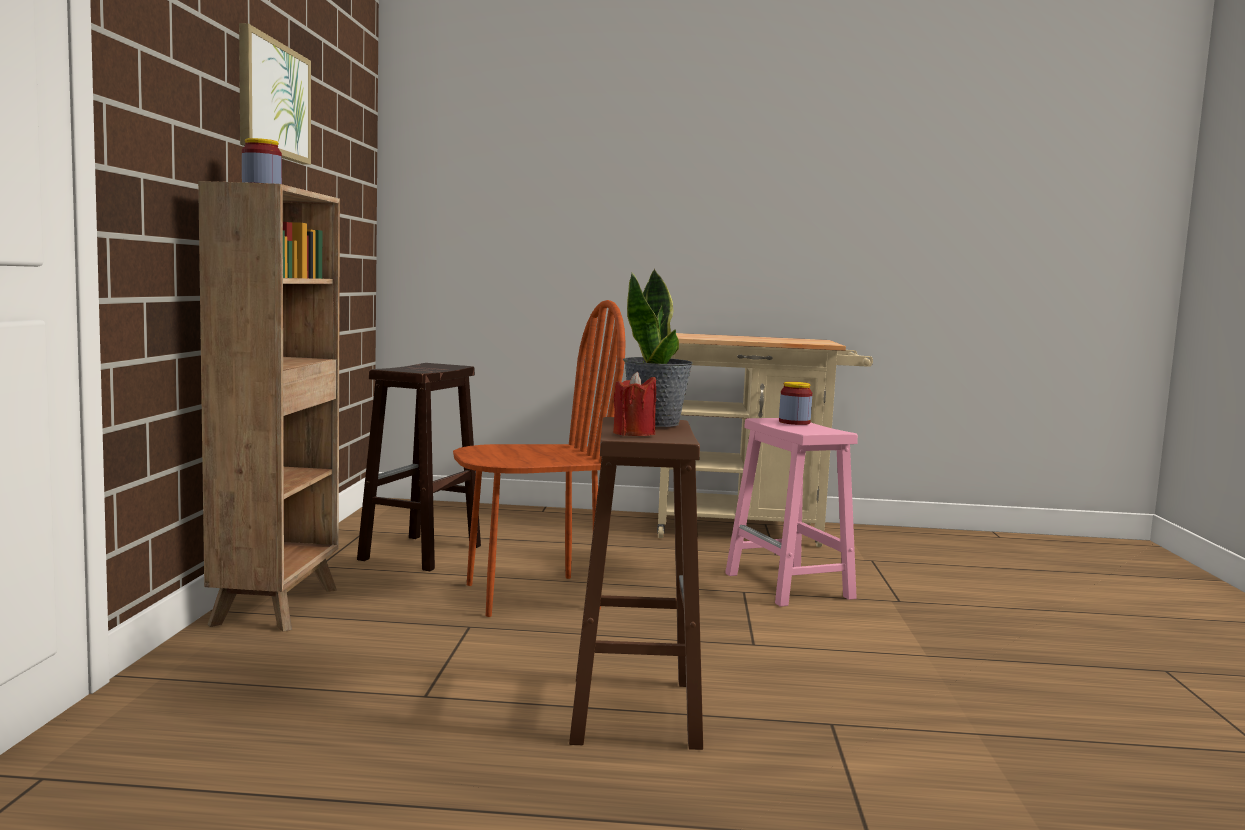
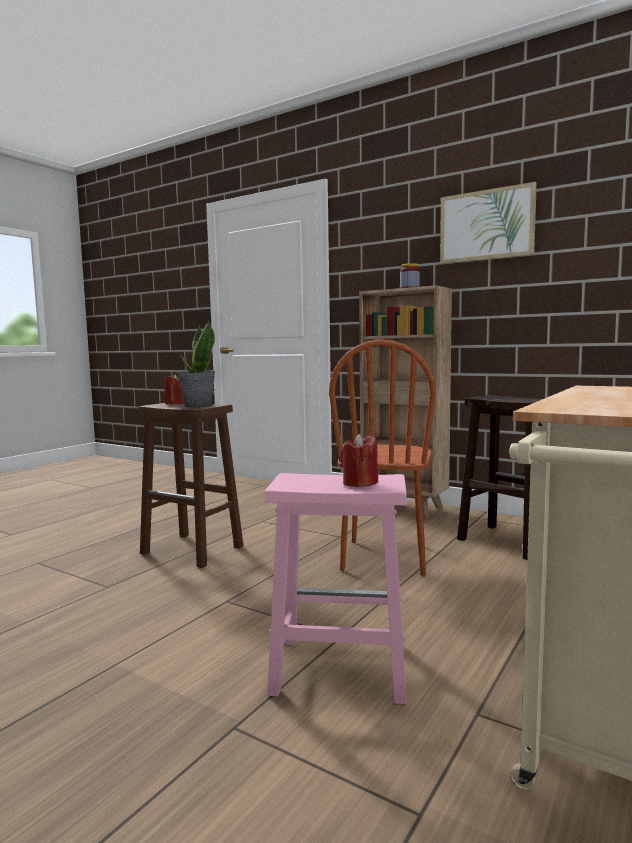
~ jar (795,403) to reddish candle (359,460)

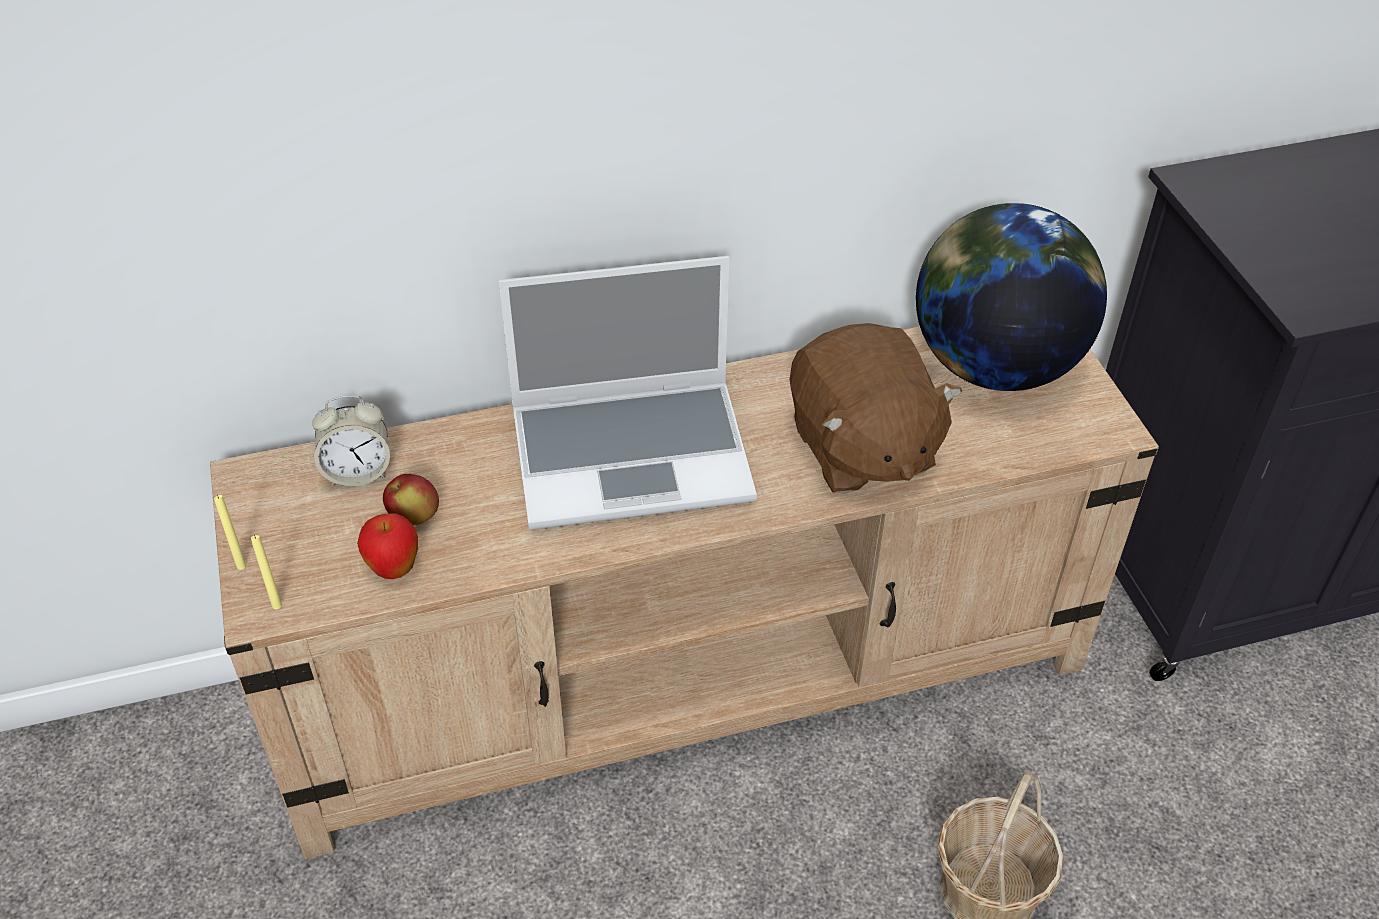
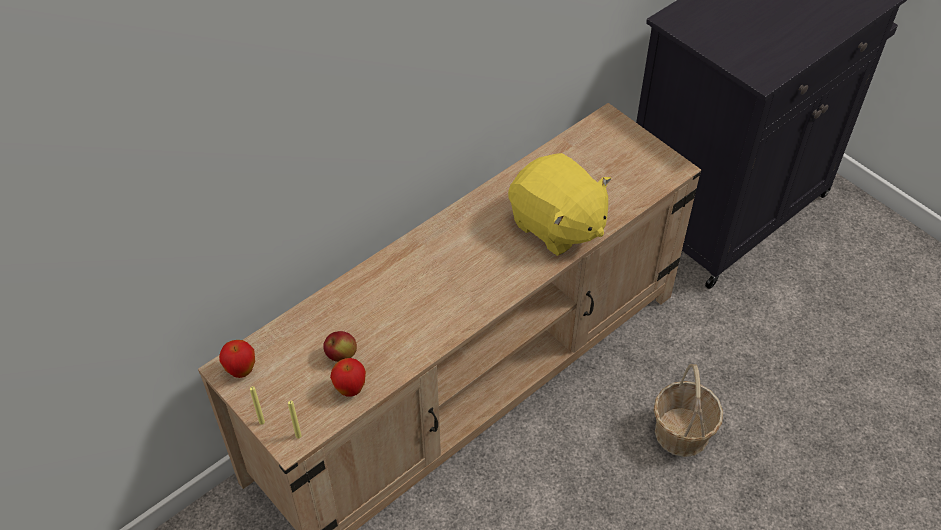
- table clock (351,440)
- laptop (628,393)
- globe (1011,297)
+ apple fruit (237,359)
~ brown plush toy (876,408) to yellow-coloured plush toy (559,204)

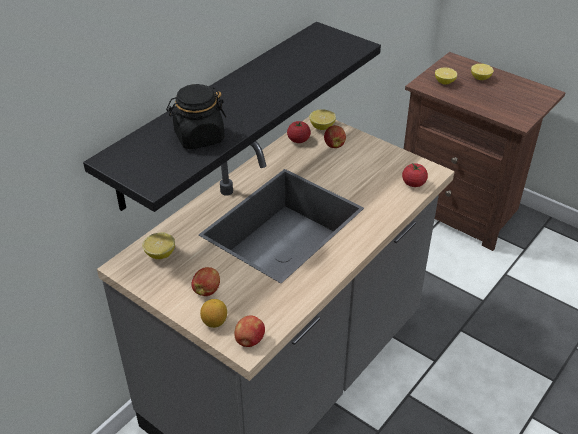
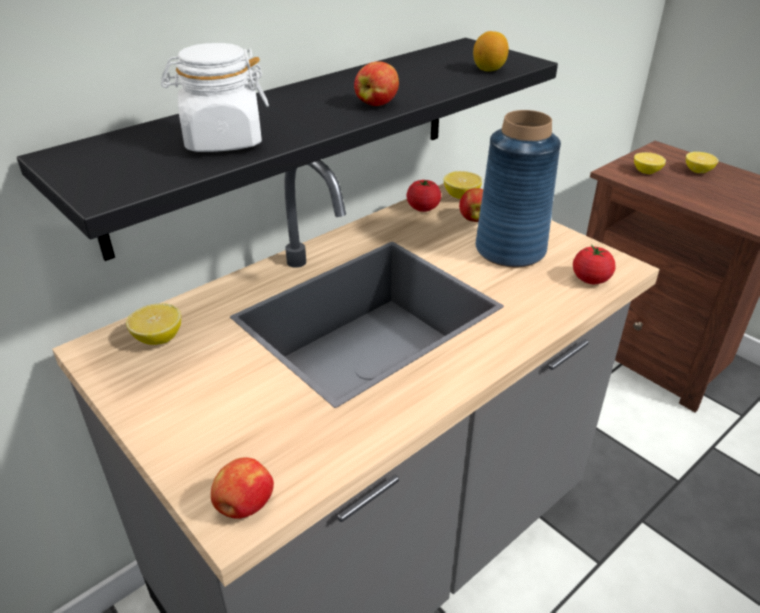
+ blue flower vase (518,188)
~ apple fruit (206,281) to (376,84)
~ citrus fruit (213,313) to (491,51)
~ black-coloured jar (196,116) to white jar (215,97)

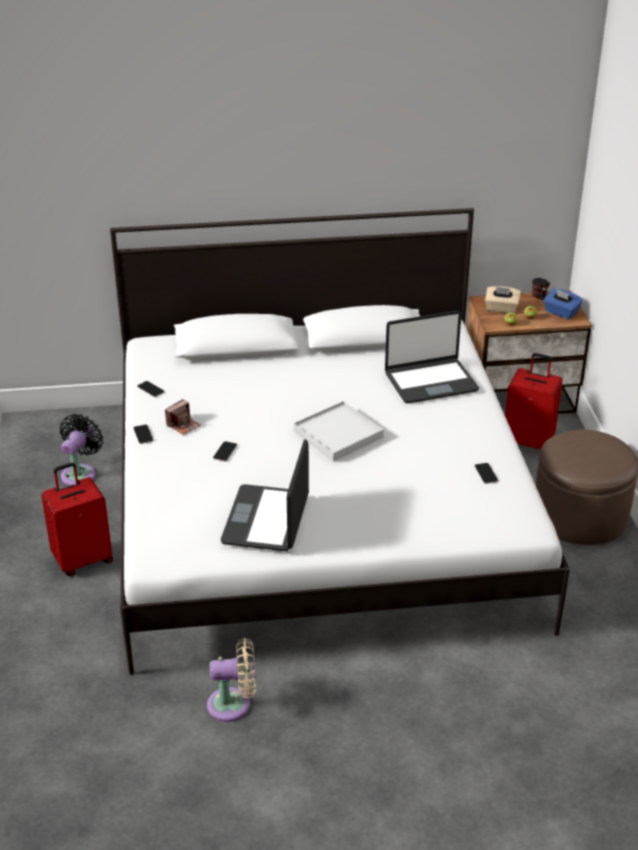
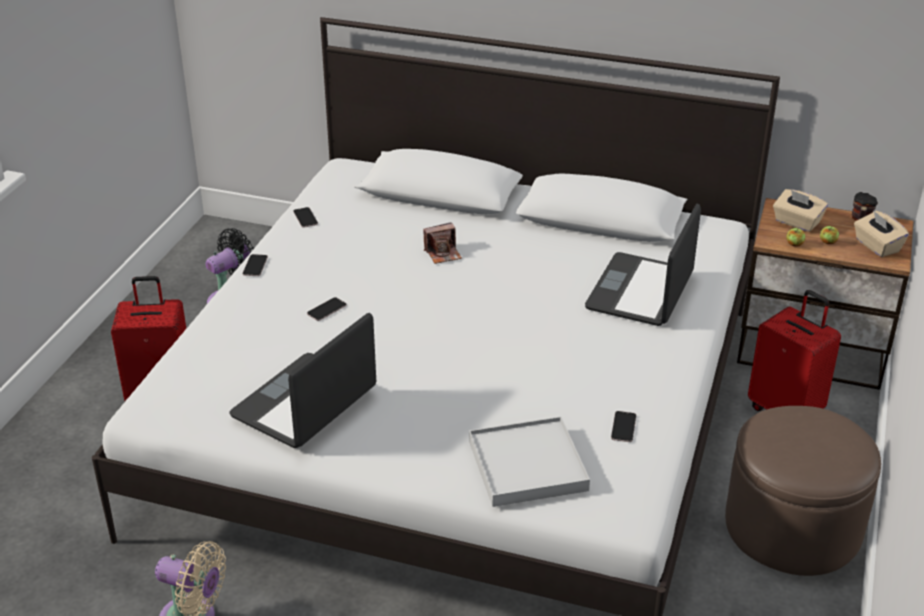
~ still camera (183,417) to (442,243)
~ white carrying tray (338,431) to (529,462)
~ blue tissue box (563,304) to sand-coloured tissue box (881,234)
~ laptop (432,357) = (643,264) 105 degrees clockwise

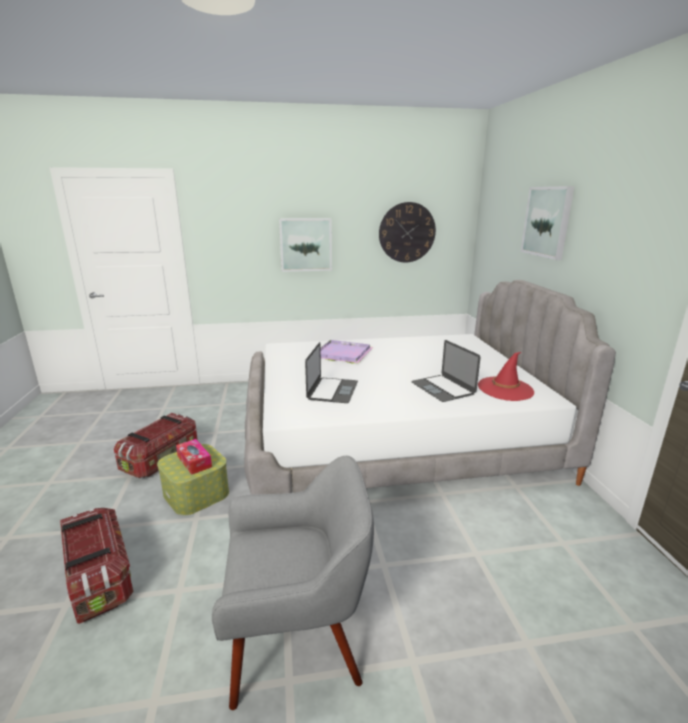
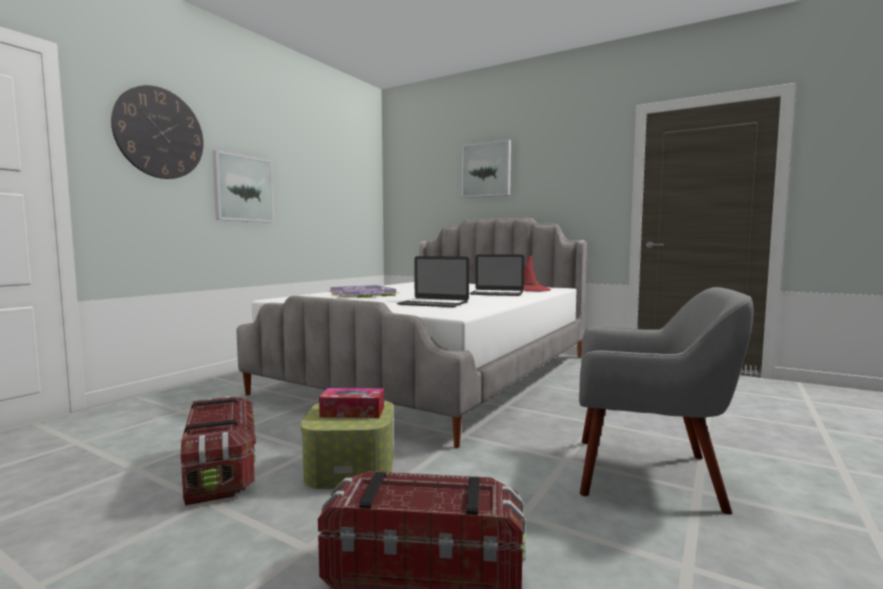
~ wall clock (407,232) to (157,132)
~ gray lounge chair (293,583) = (666,401) 75 degrees clockwise
~ laptop (331,372) = (433,281) 150 degrees clockwise

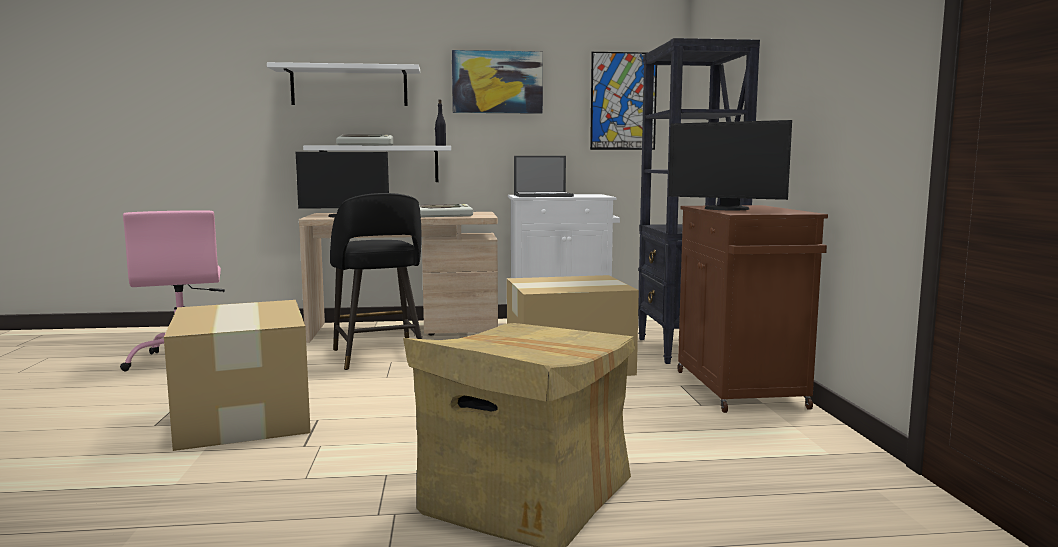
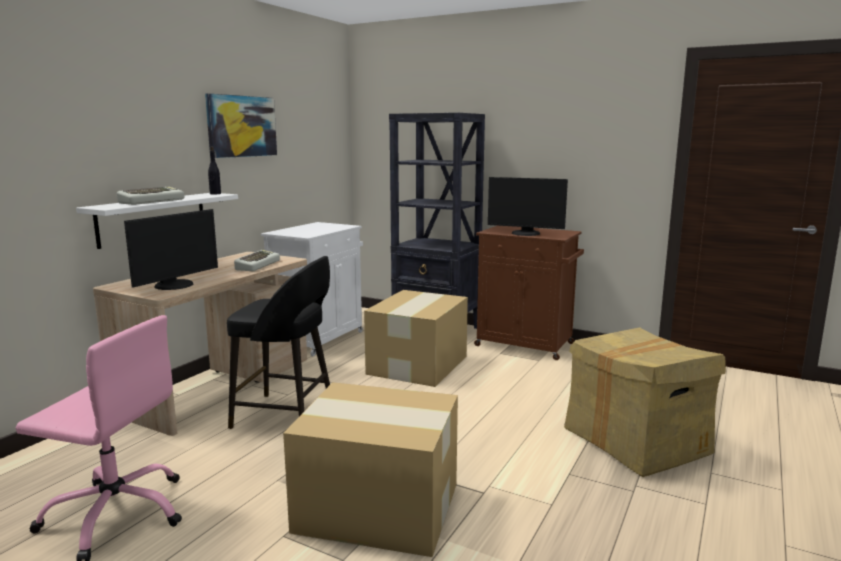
- white shelf (343,84)
- laptop (544,176)
- wall art (623,101)
~ computer screen (730,165) = (528,206) 45 degrees clockwise

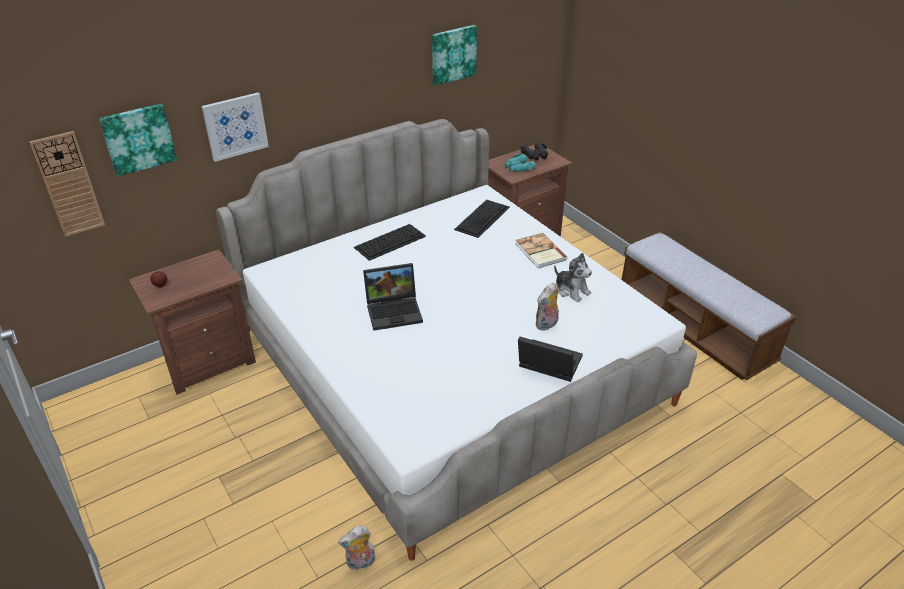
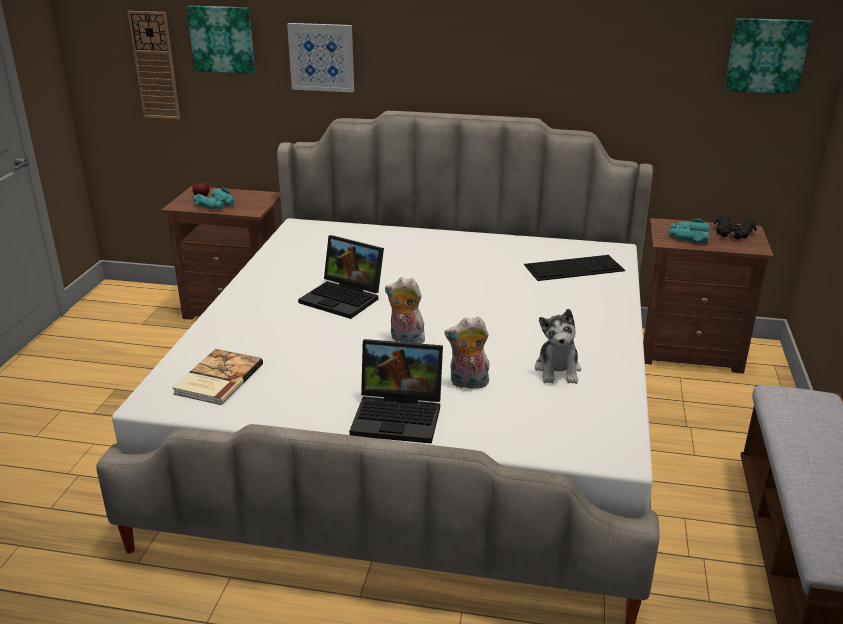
- PC keyboard (390,242)
+ turquoise binoculars (214,198)
~ plush toy (356,547) to (406,310)
~ wall art (454,55) to (768,56)
~ bound book (542,250) to (217,377)
~ laptop (550,359) = (396,391) 120 degrees clockwise

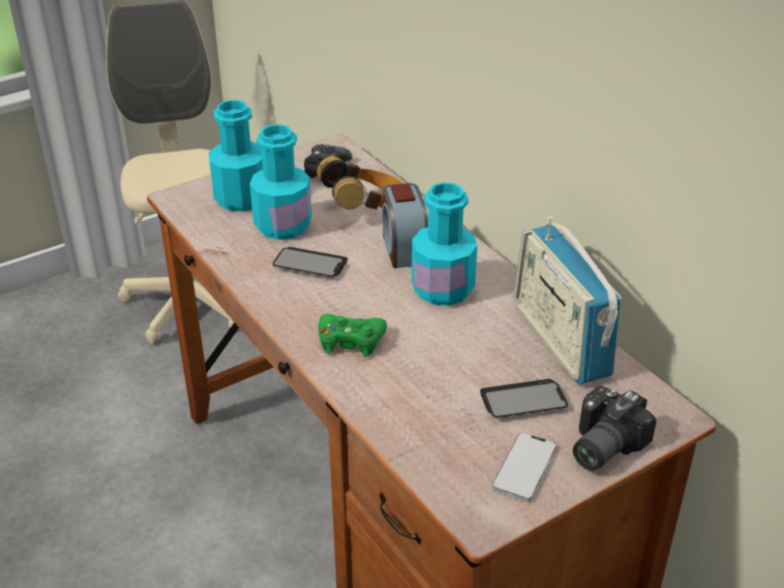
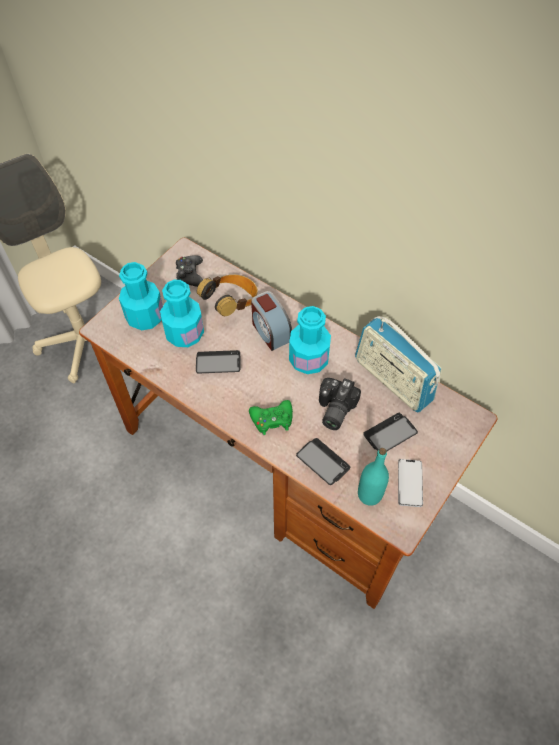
+ handset (323,461)
+ turquoise beverage bottle (373,477)
~ still camera (614,428) to (340,404)

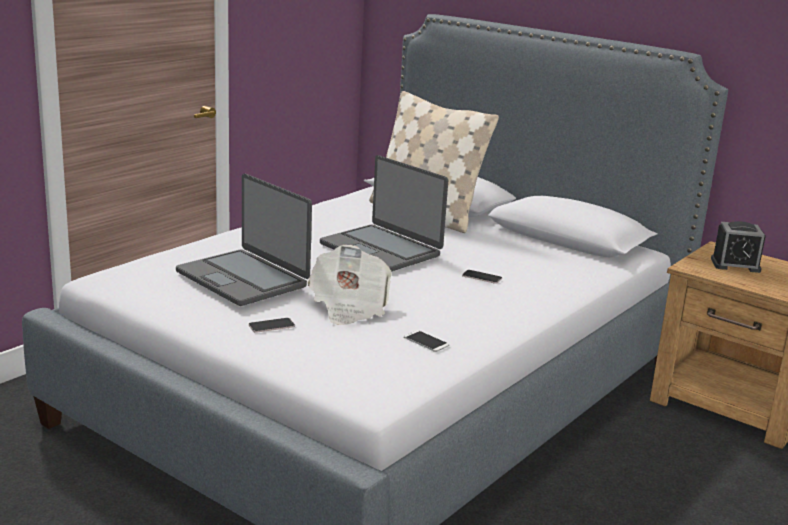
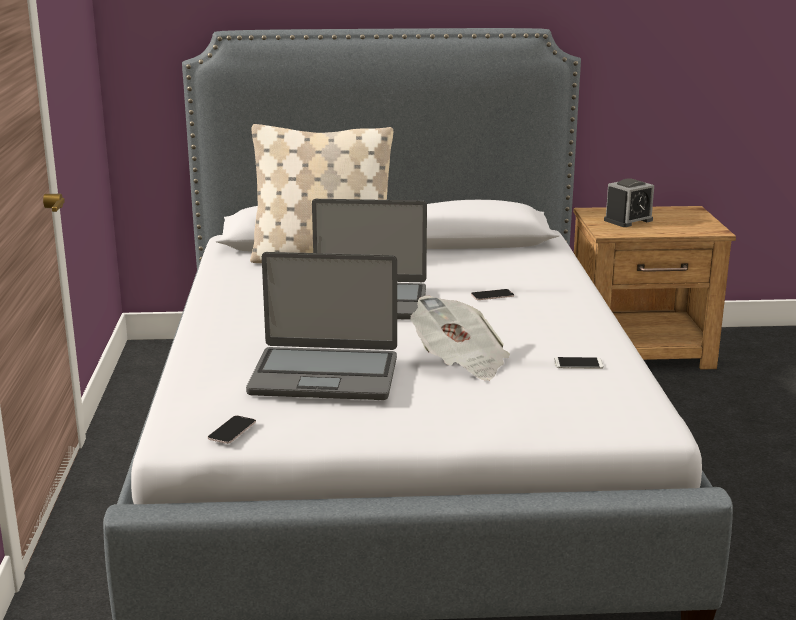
~ handset (272,325) to (232,429)

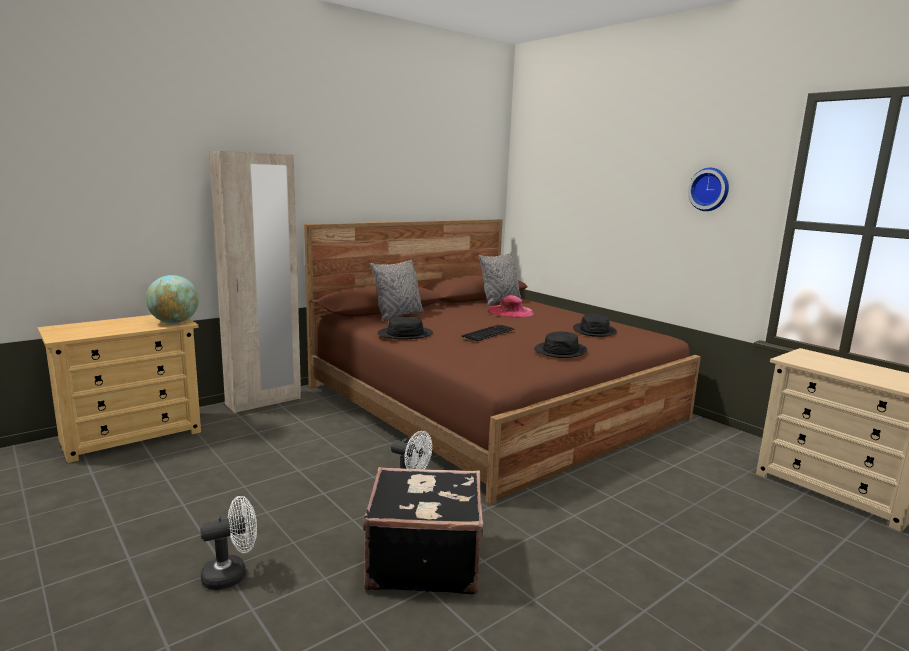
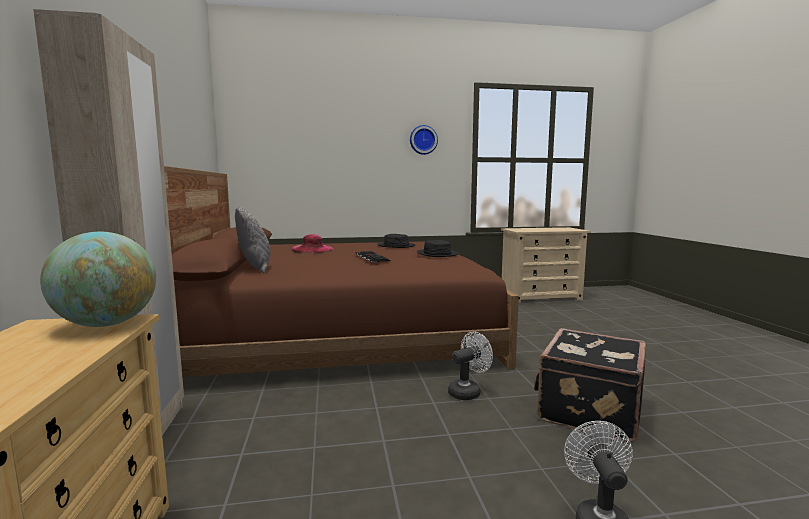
- black-coloured clothing hat (405,328)
- gray throw pillow (500,279)

